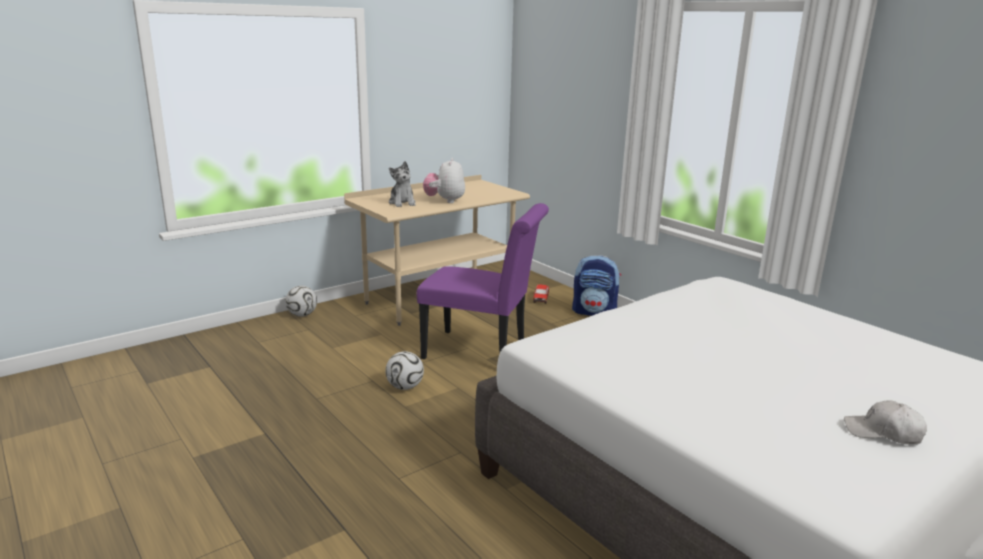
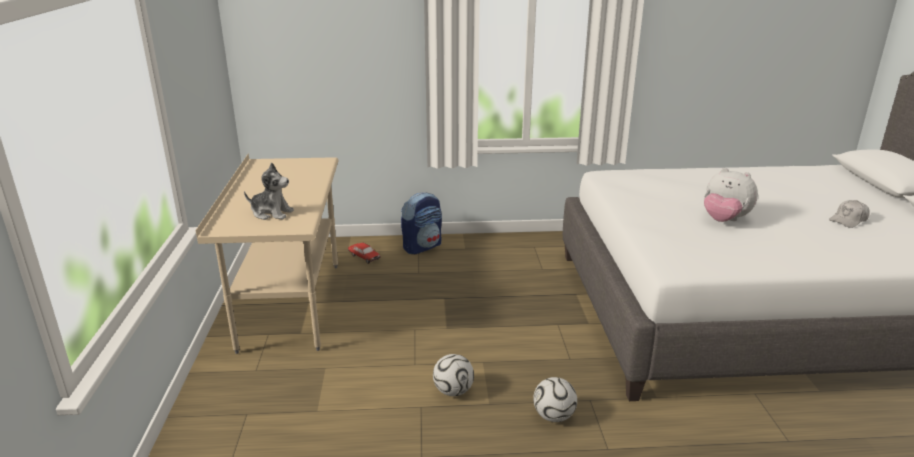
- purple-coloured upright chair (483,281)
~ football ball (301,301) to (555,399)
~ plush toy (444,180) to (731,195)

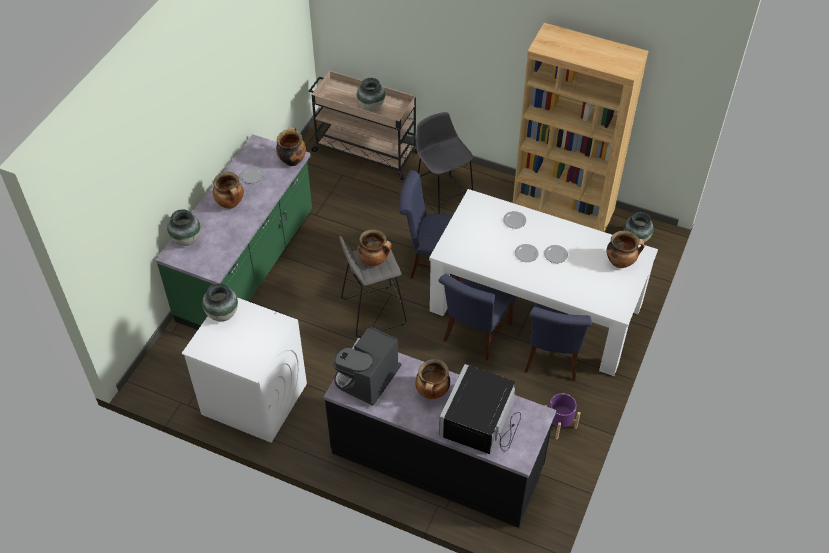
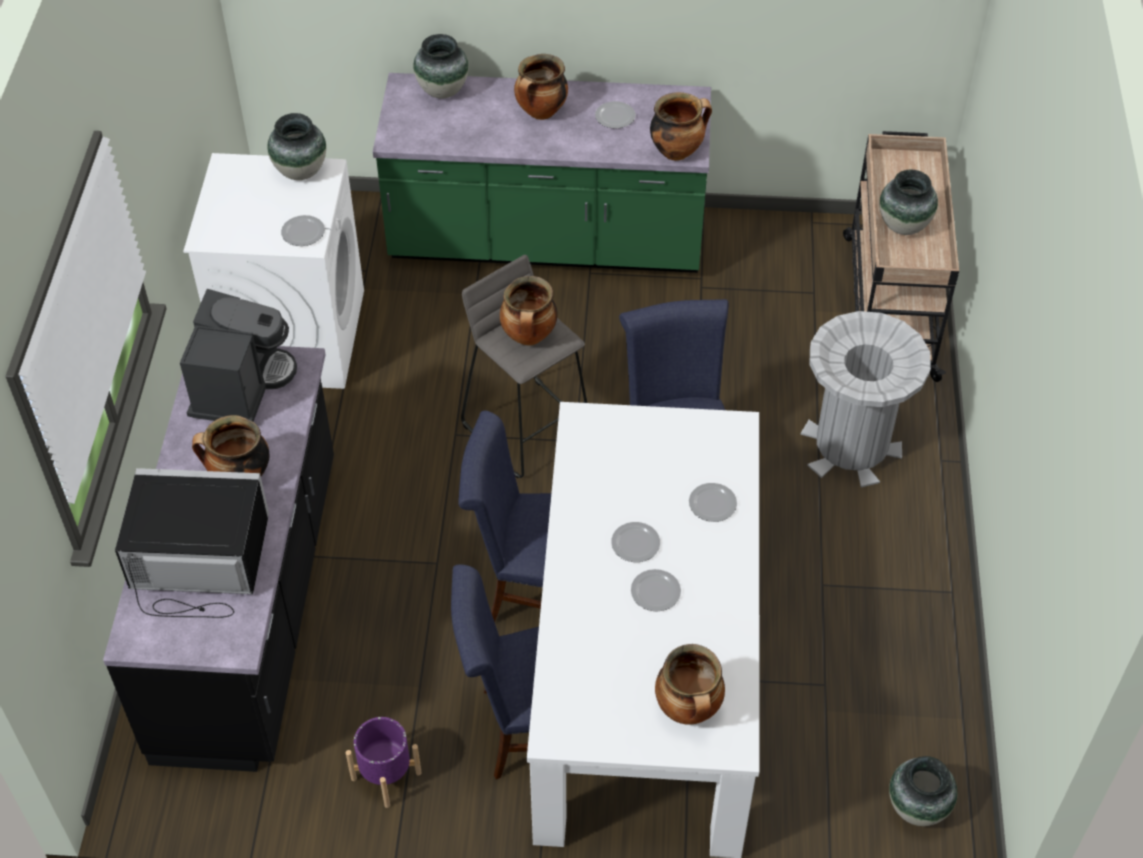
- brown bookshelf (580,127)
+ flat dish (303,230)
~ gray sitting stool (444,163) to gray waste bin (865,399)
~ coffee brewer (367,366) = (238,355) 90 degrees clockwise

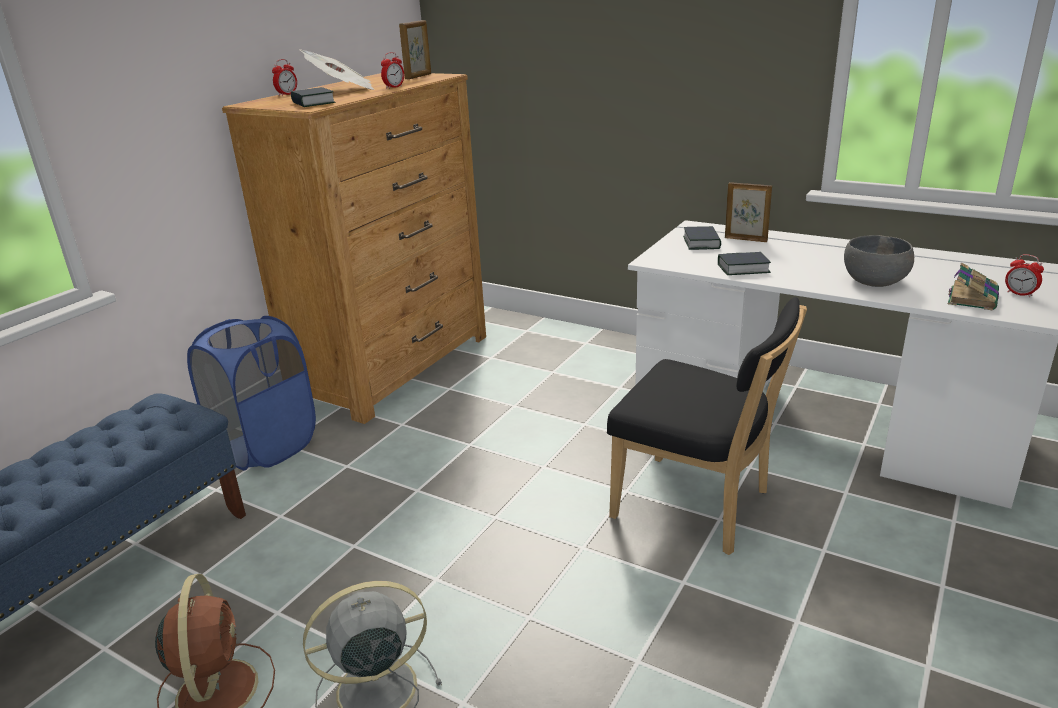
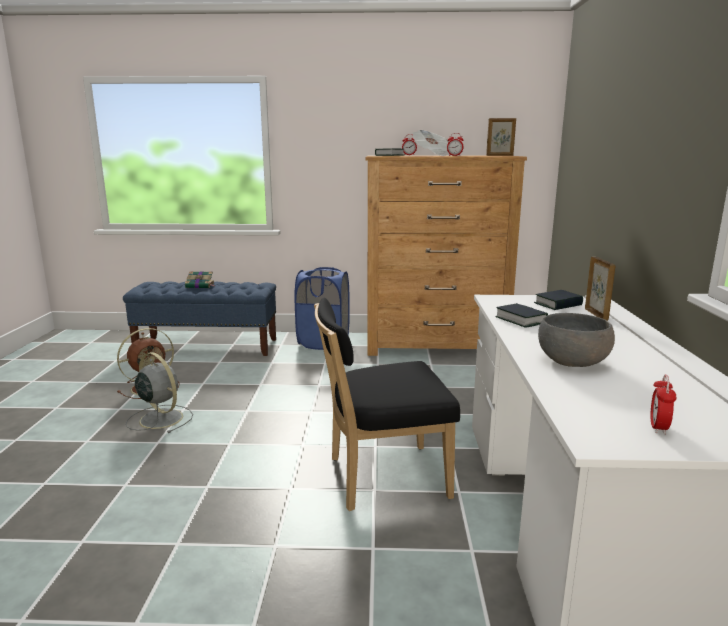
~ bound book (973,287) to (200,279)
~ black-coloured upright chair (707,426) = (387,404) 75 degrees clockwise

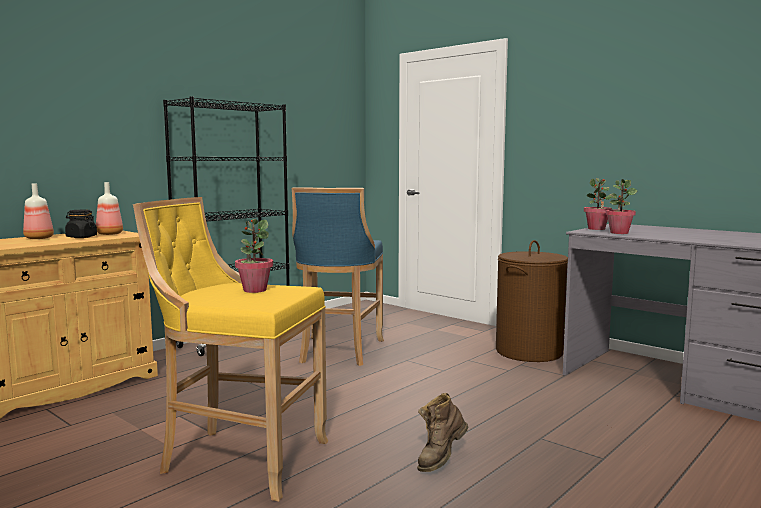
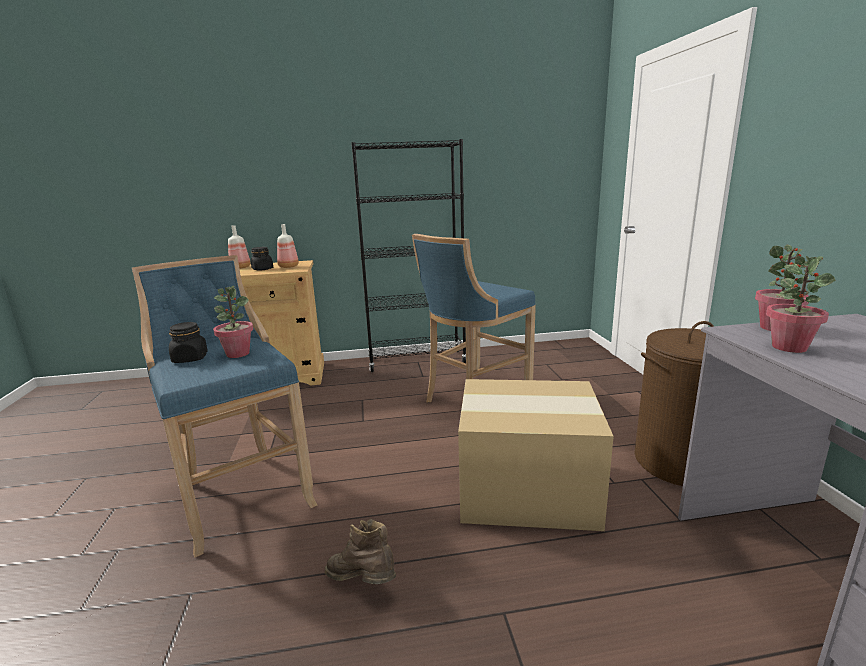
+ black-coloured jar (188,342)
+ cardboard box (536,455)
~ yellow-coloured sitting stool (230,349) to blue sitting stool (224,406)
~ brown high-top boot (442,432) = (360,551) 45 degrees clockwise

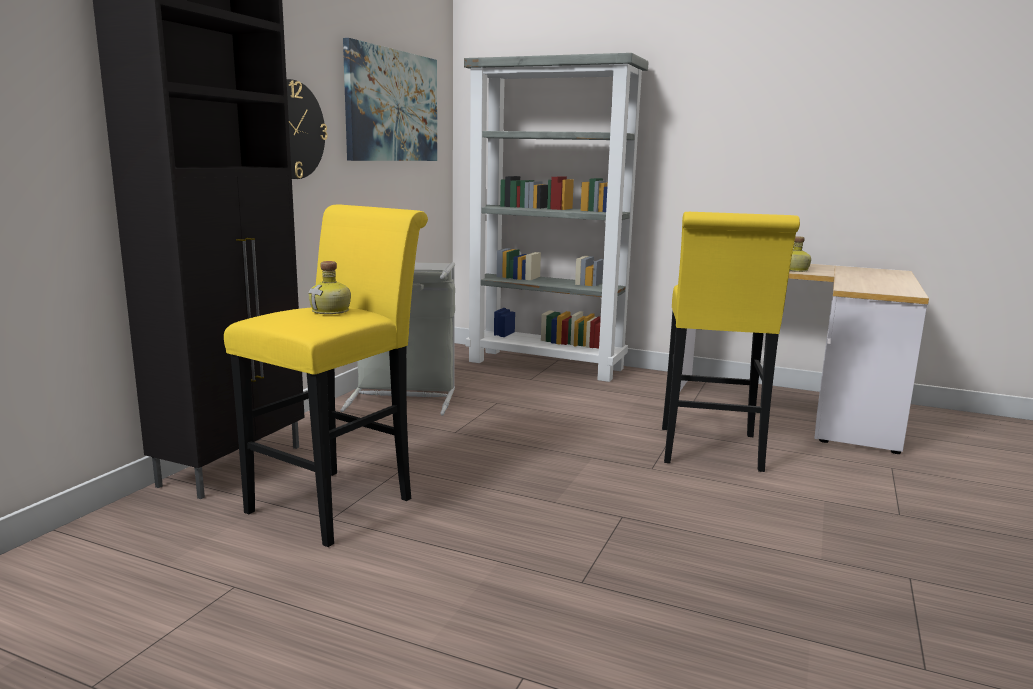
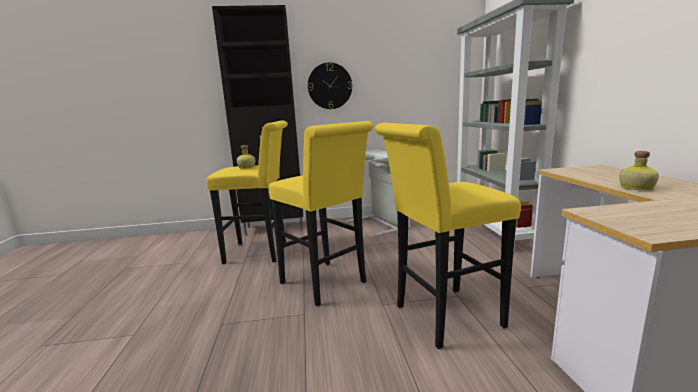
- wall art (390,99)
+ yellow-coloured sitting stool (321,213)

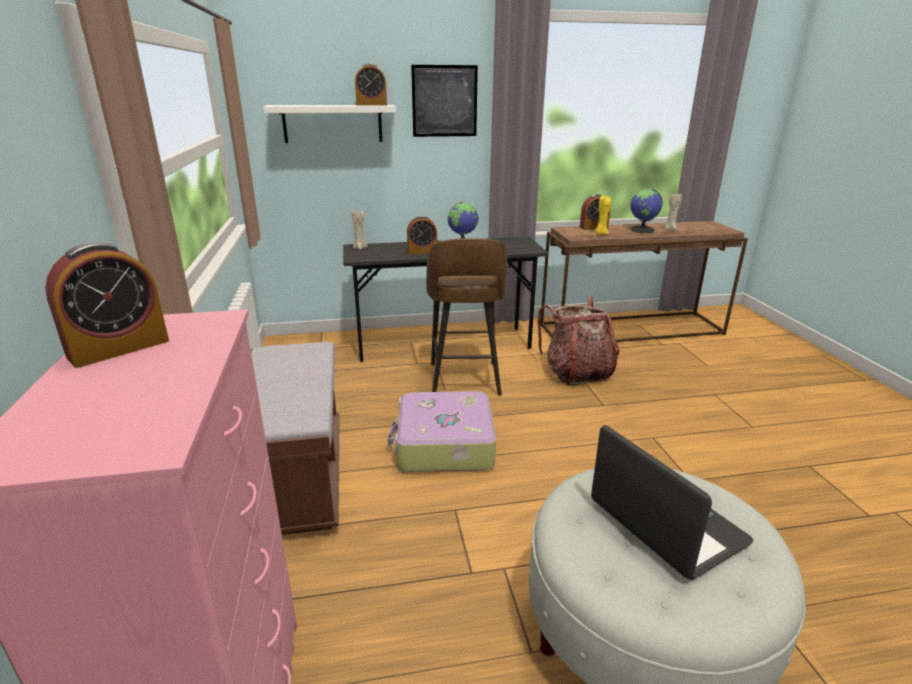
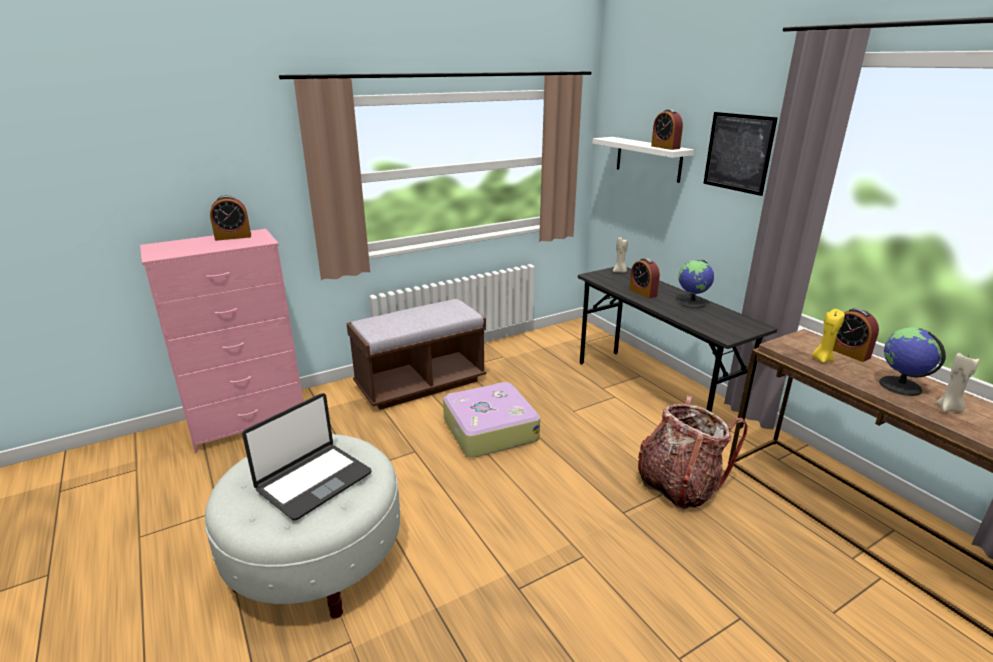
- brown sitting stool (466,317)
~ table clock (107,305) = (230,218) 45 degrees counterclockwise

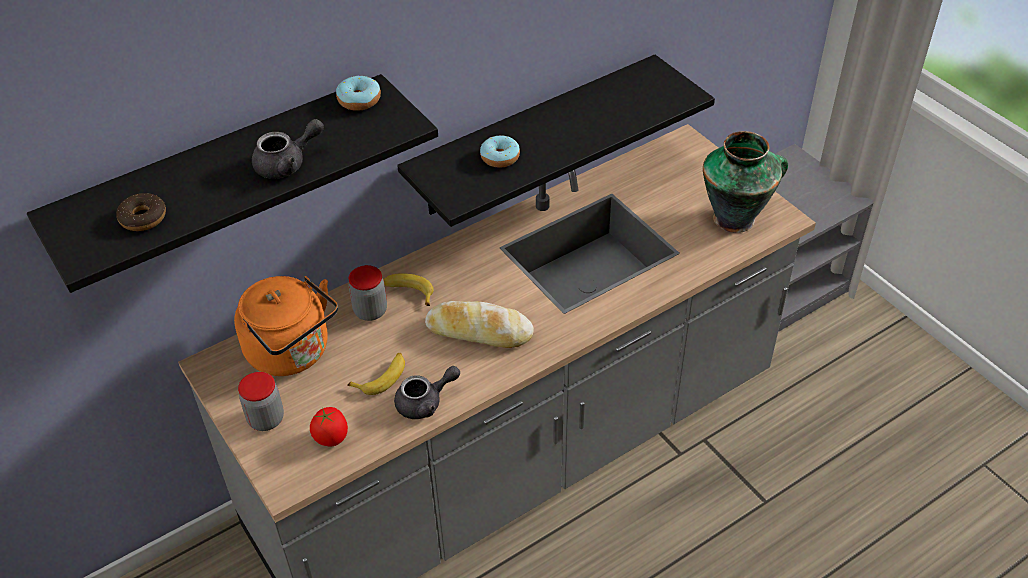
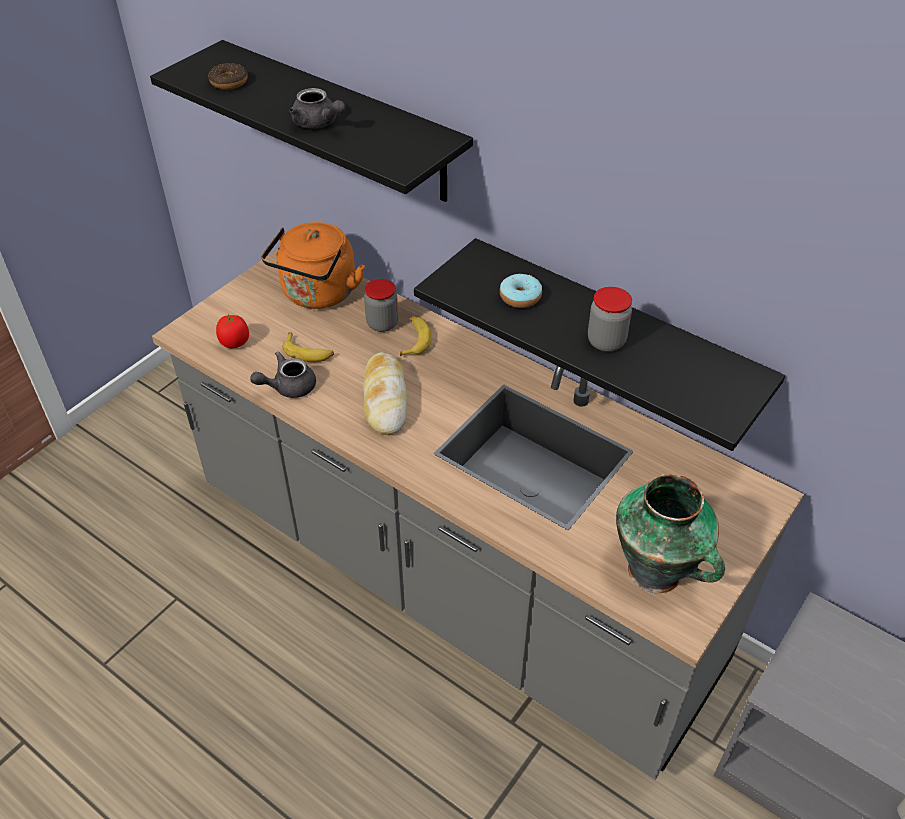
- ring doughnut (358,93)
~ jar (261,401) to (610,319)
~ gray tea pot (427,392) = (283,374) 105 degrees clockwise

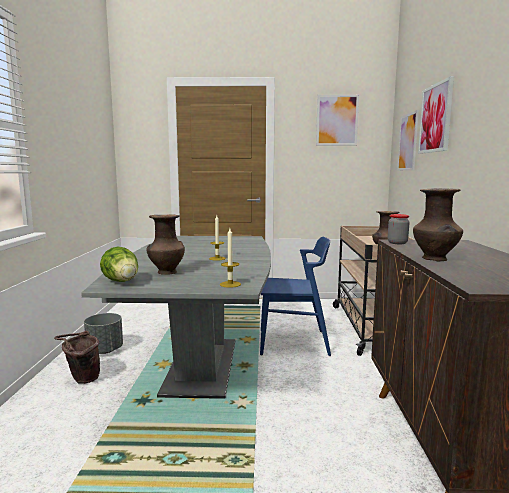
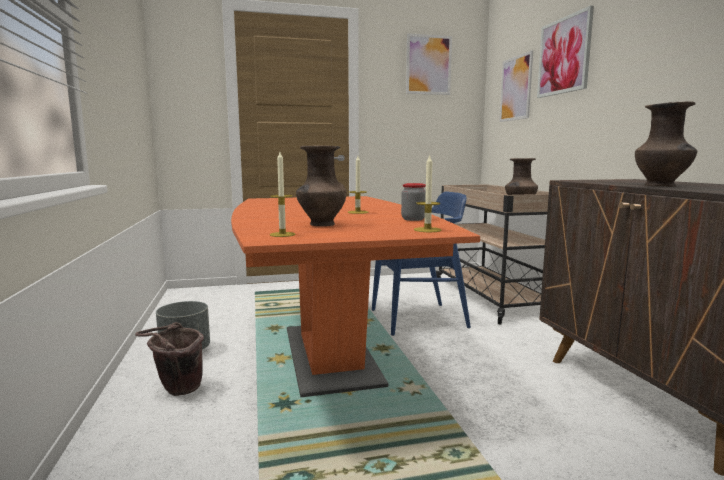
~ jar (399,229) to (413,202)
~ lettuce (119,264) to candle (282,194)
~ gray kitchen table (176,317) to orange-coloured kitchen table (355,296)

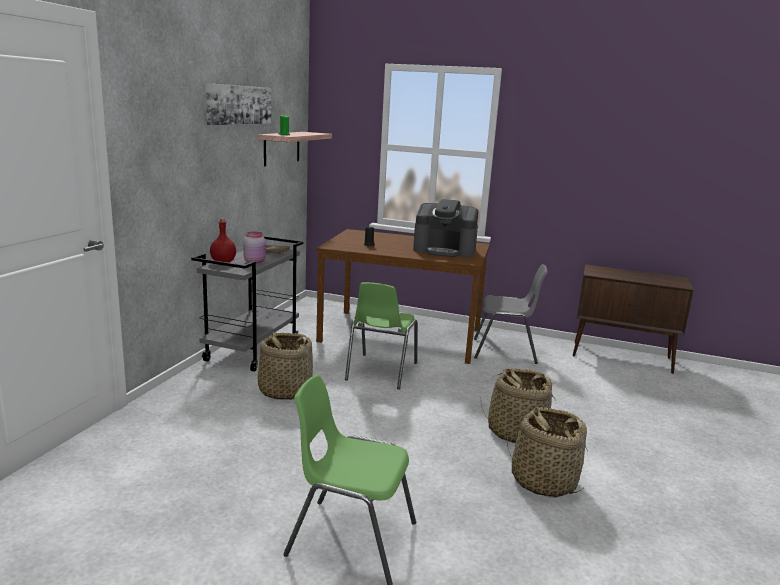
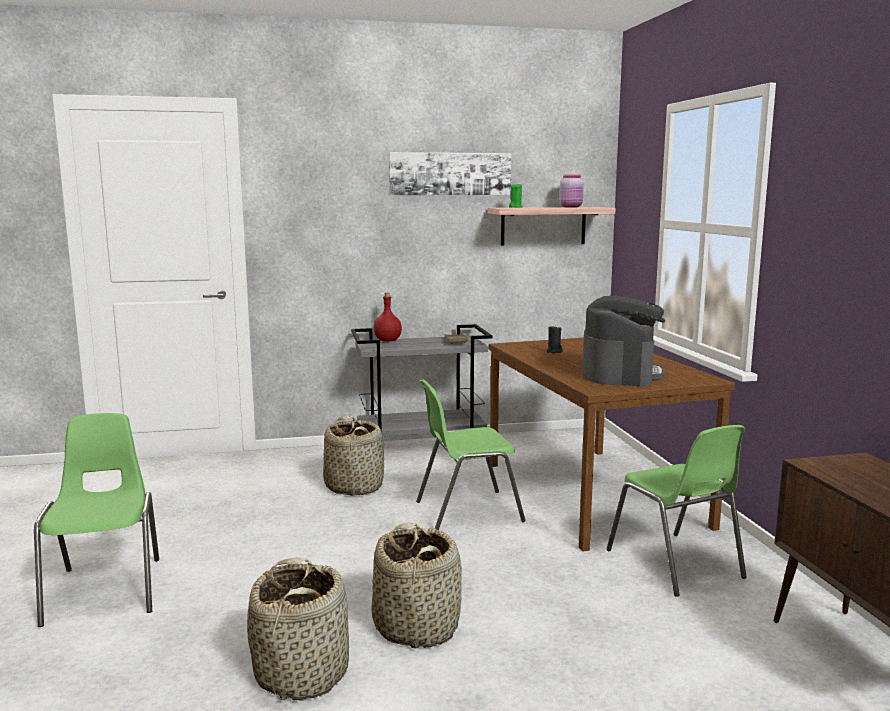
~ pink jar (254,247) to (571,191)
~ gray upright chair (511,314) to greenish upright chair (676,511)
~ coffee brewer (445,228) = (623,341) 150 degrees counterclockwise

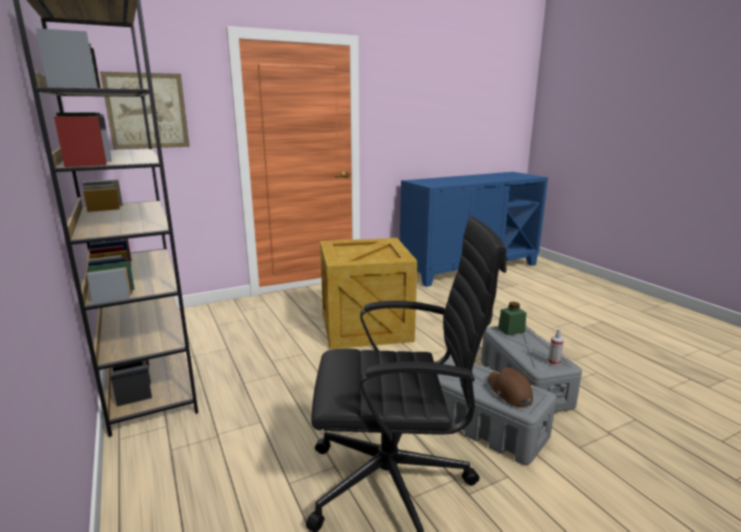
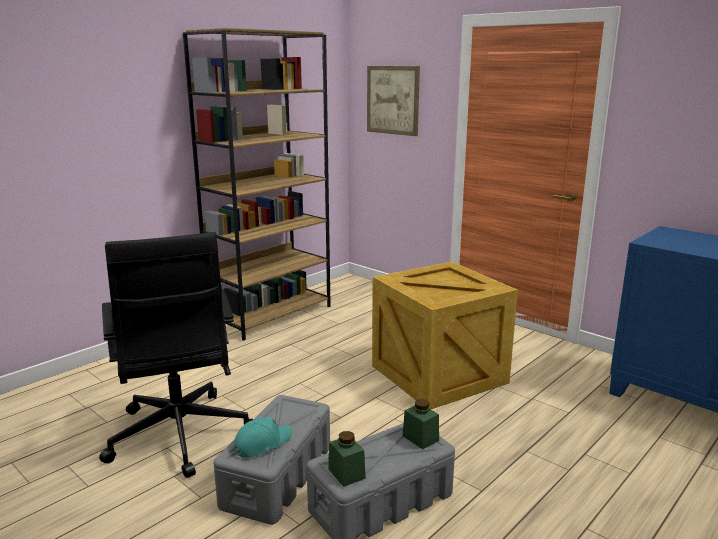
~ hand sprayer (556,347) to greenish jar (347,459)
~ brown cap (510,387) to turquoise cap (263,437)

